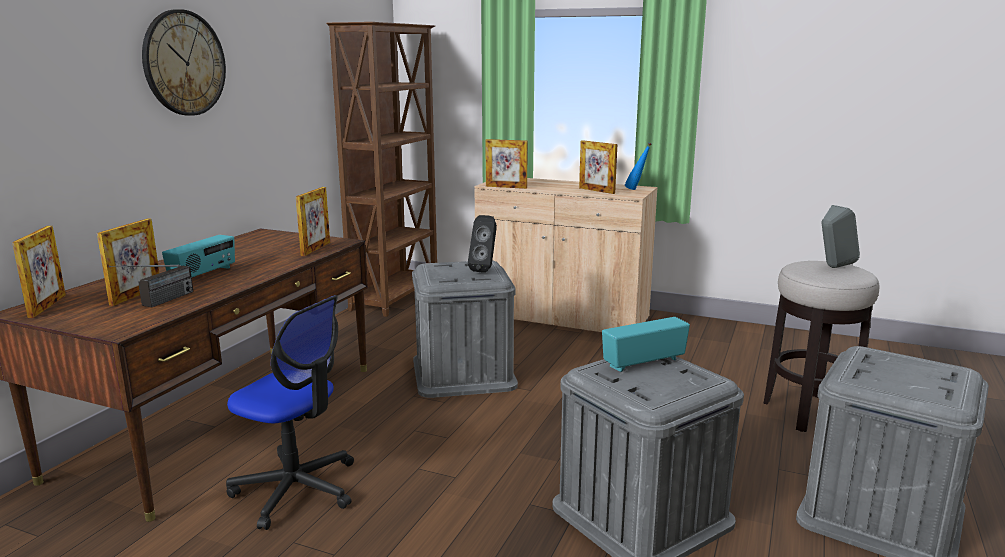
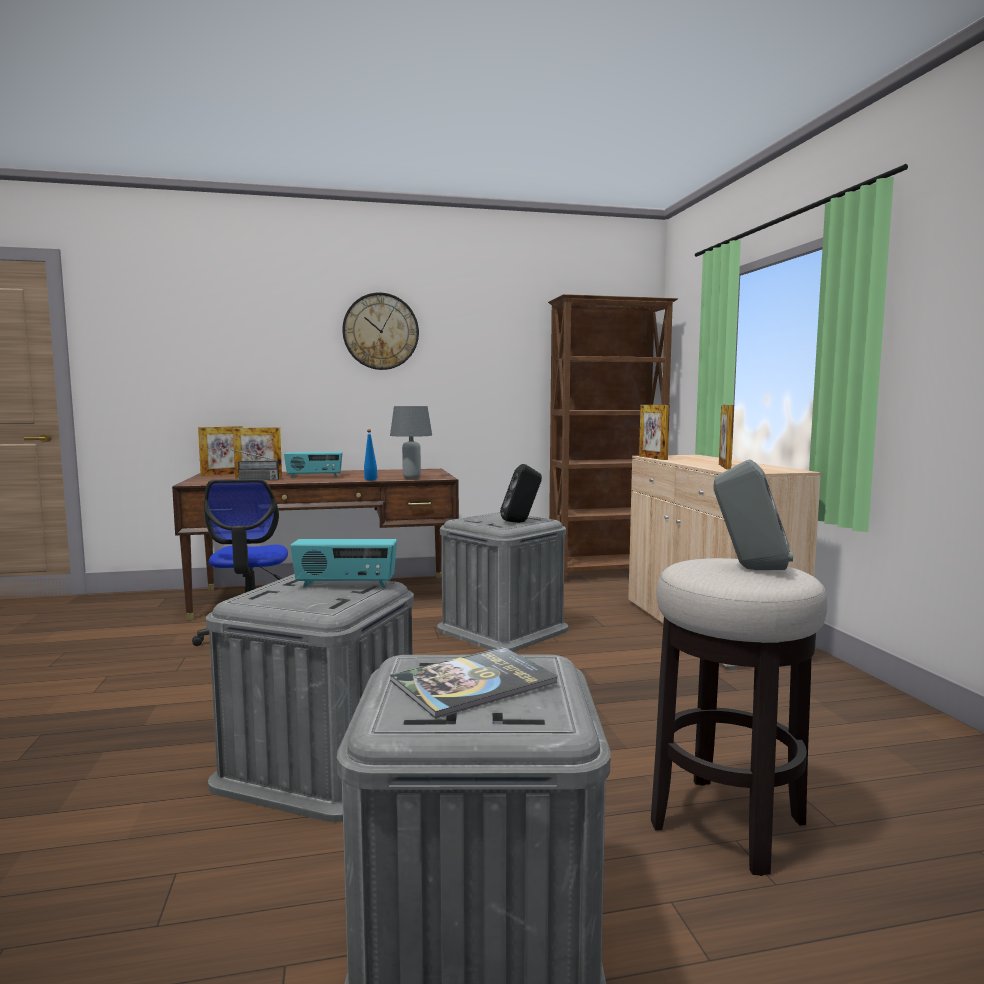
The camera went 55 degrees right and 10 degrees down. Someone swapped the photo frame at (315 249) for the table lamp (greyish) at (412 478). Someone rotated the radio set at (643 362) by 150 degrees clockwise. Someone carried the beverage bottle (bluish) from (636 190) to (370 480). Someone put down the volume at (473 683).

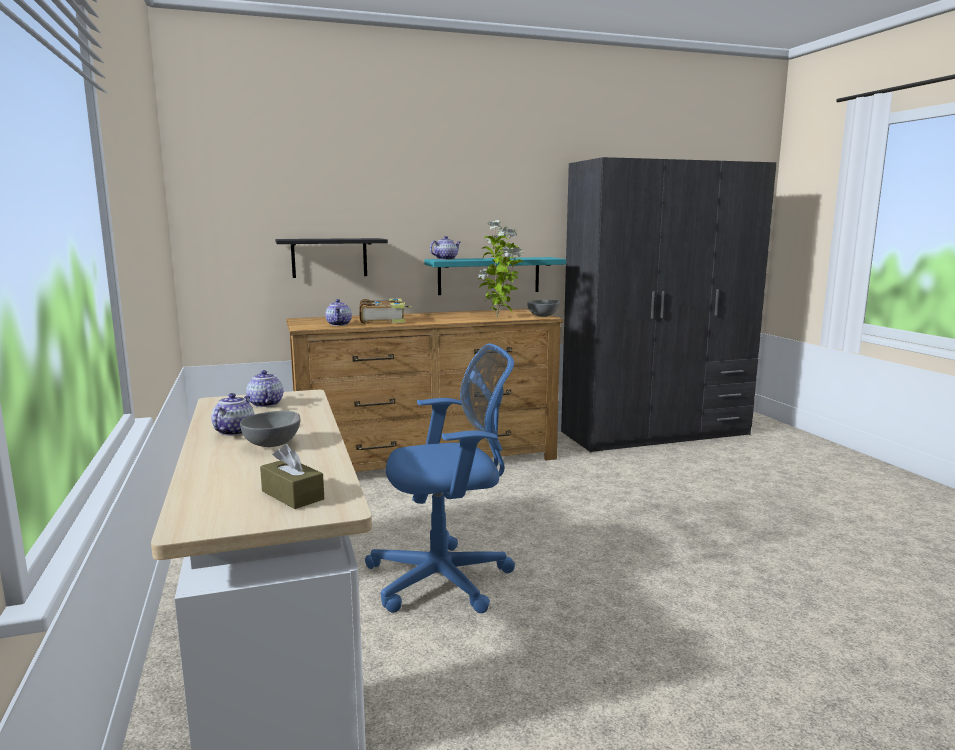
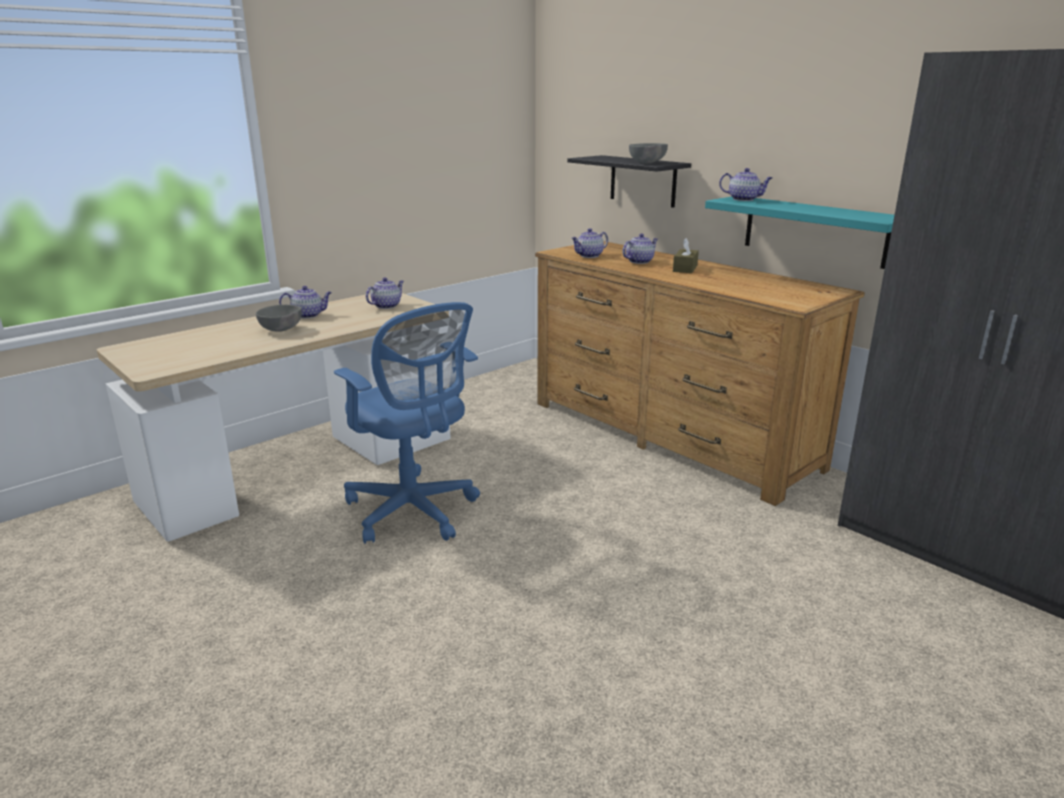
The camera went 65 degrees right and 10 degrees up. Someone carried the tissue box (brownish) from (292 495) to (685 268). Someone swapped the volume at (383 320) for the pot for tea at (639 261). Someone took away the plant in a pot at (498 318). Someone carried the serving bowl (greyish) from (544 316) to (647 163).

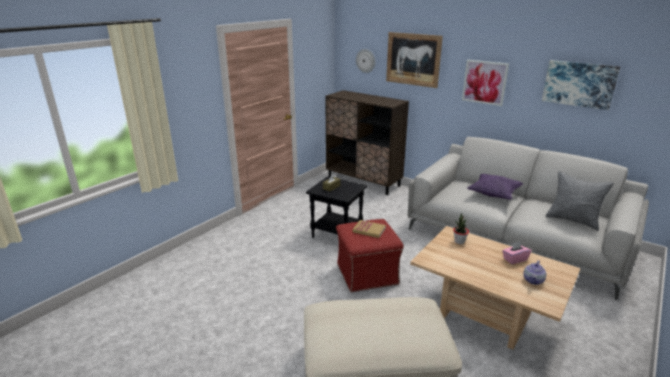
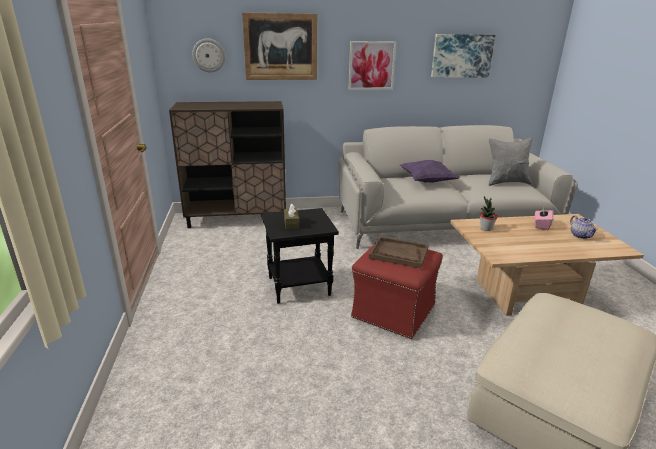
The camera went 45 degrees left and 0 degrees up. Someone swapped the volume at (369 230) for the tray (brownish) at (398 254).

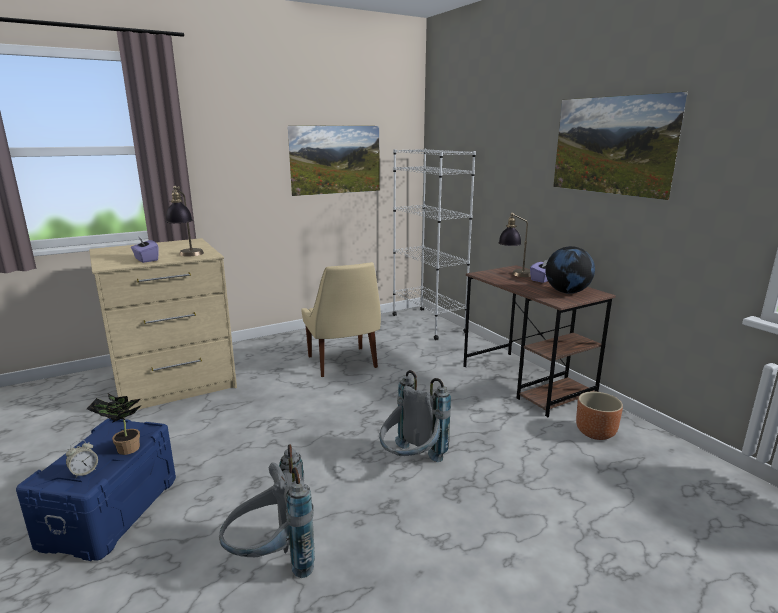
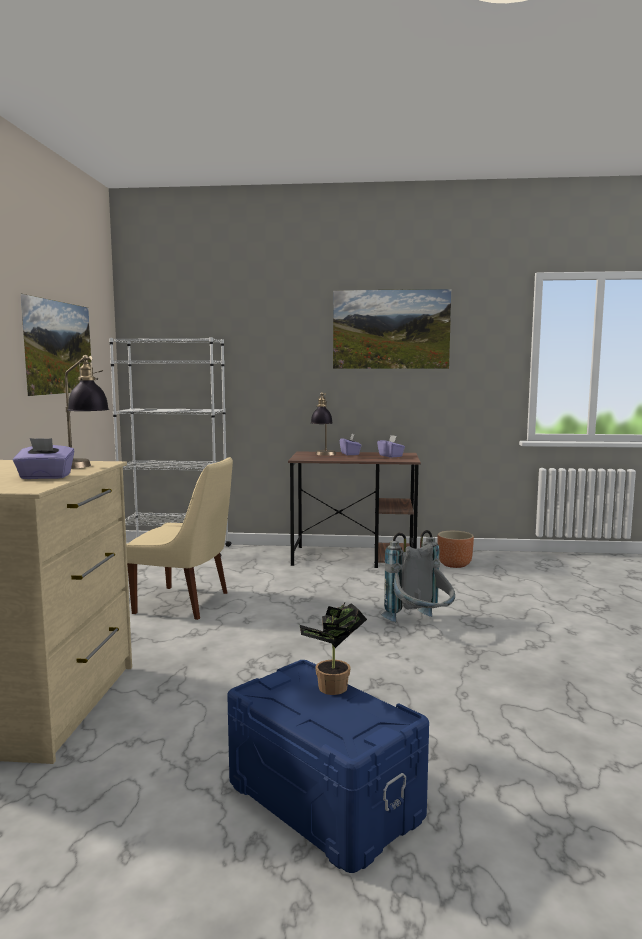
The camera went 55 degrees left and 10 degrees down. Someone took away the alarm clock at (84 472). Someone took away the rucksack (greyish) at (272 561). Someone swapped the world globe at (567 292) for the tissue box (purplish) at (391 456).

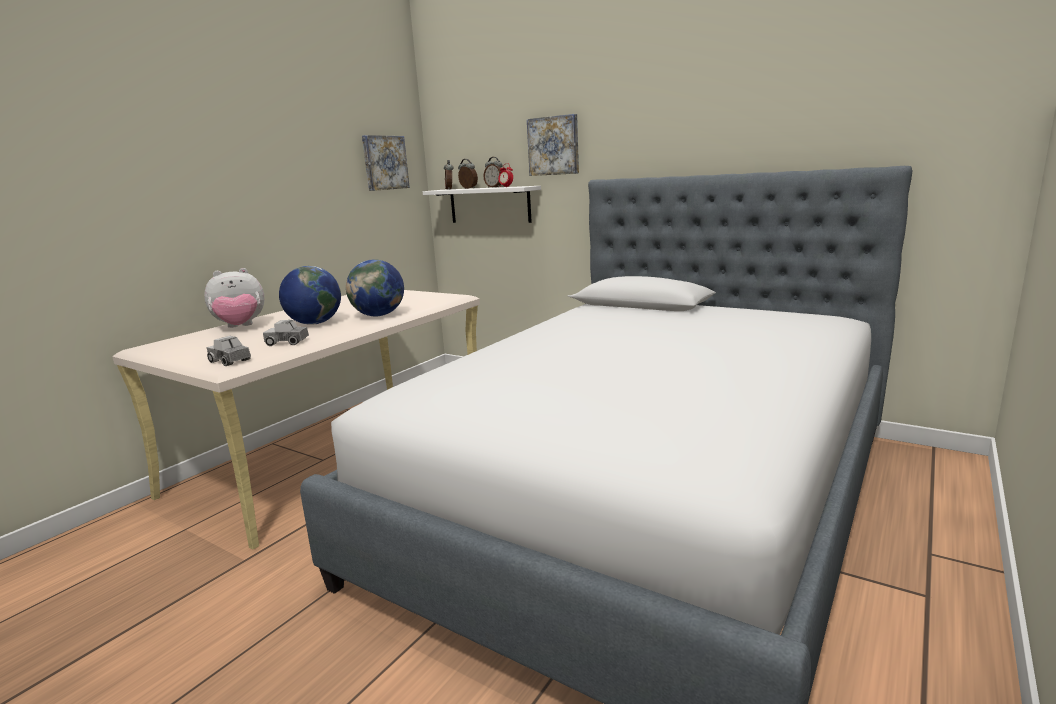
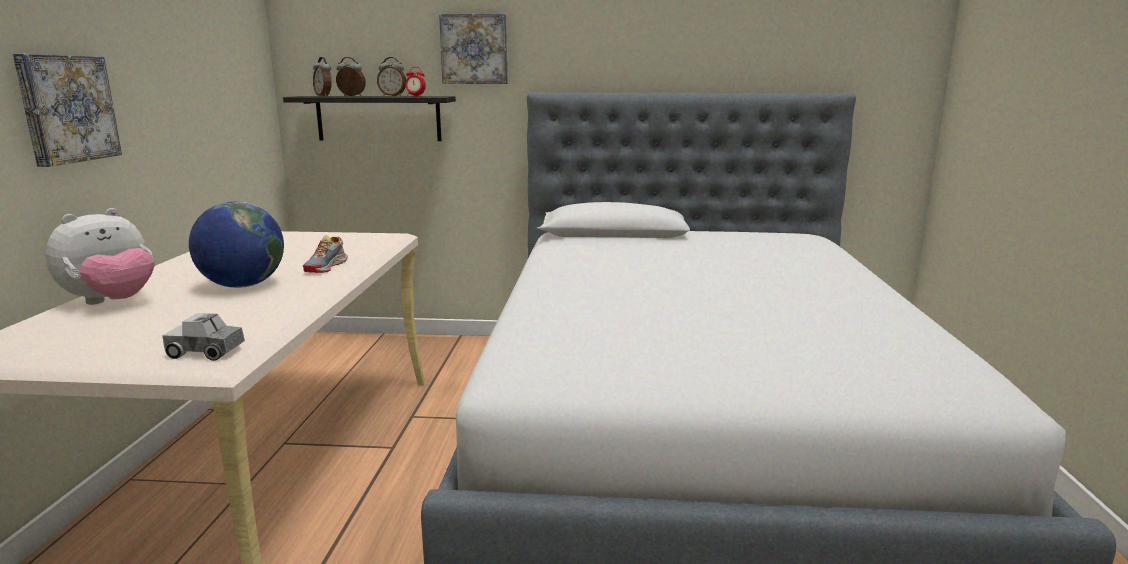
The camera went 30 degrees left and 0 degrees up. Someone took away the model truck at (287 342). Someone swapped the world globe at (379 315) for the item of footwear at (326 267). Someone carried the wall picture from (384 163) to (66 108). Someone repainted the wall shelf (white) at (489 205), which became the wall shelf (blackish) at (378 118).

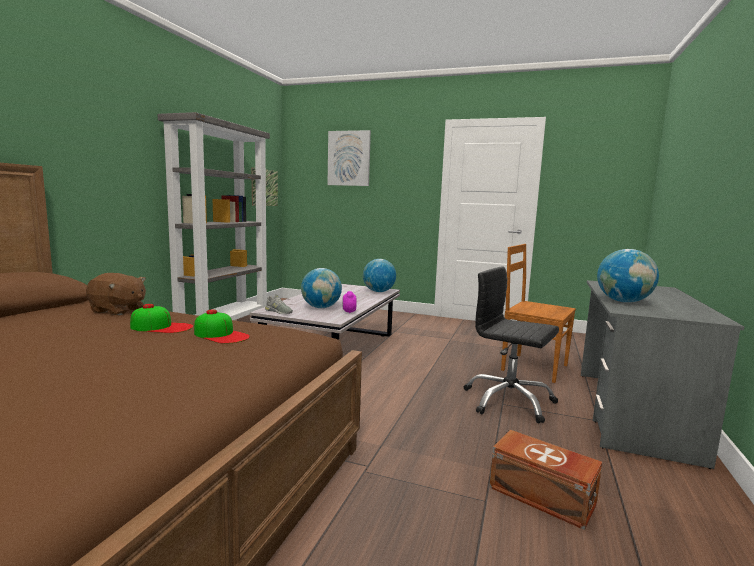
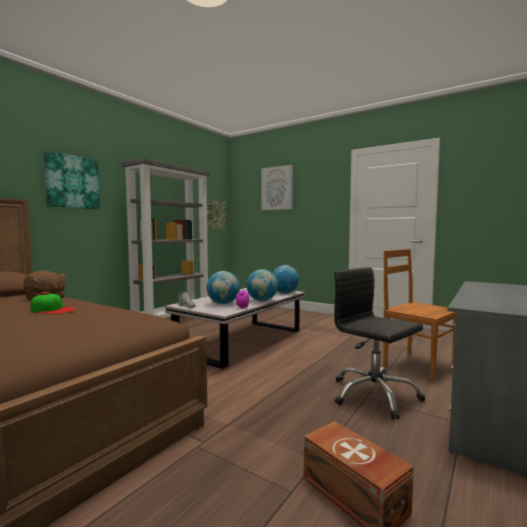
The camera went 15 degrees right and 5 degrees down. Someone took away the cap at (221 335). Someone carried the world globe from (623 302) to (262 300). Someone put up the wall picture at (72 182).

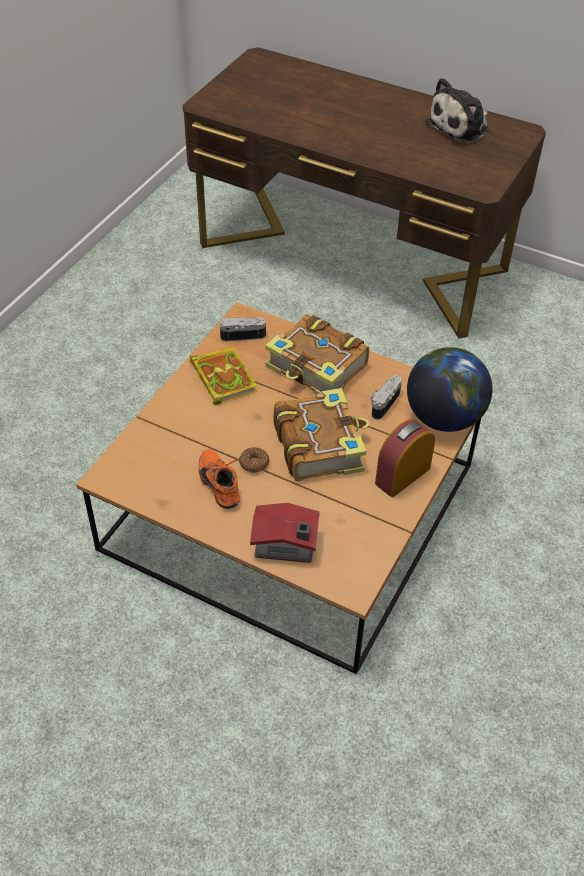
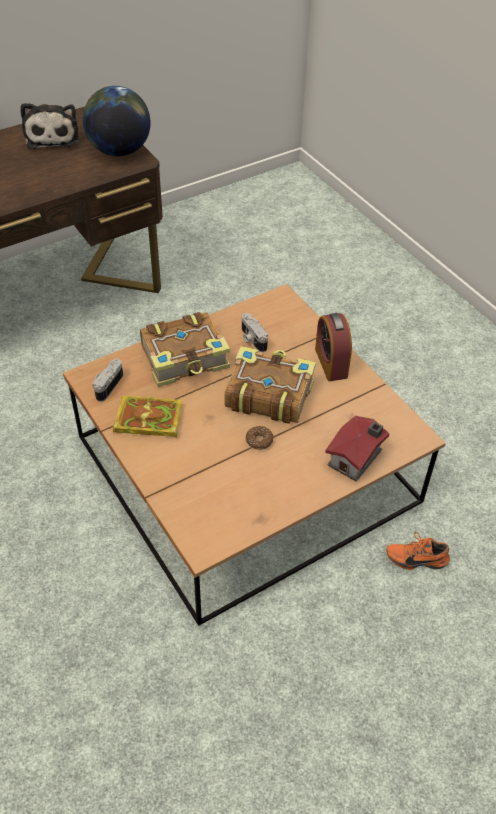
The camera went 60 degrees left and 0 degrees up. Someone carried the item of footwear (orange) from (221 484) to (416 558). Someone carried the world globe from (444 417) to (119 151).

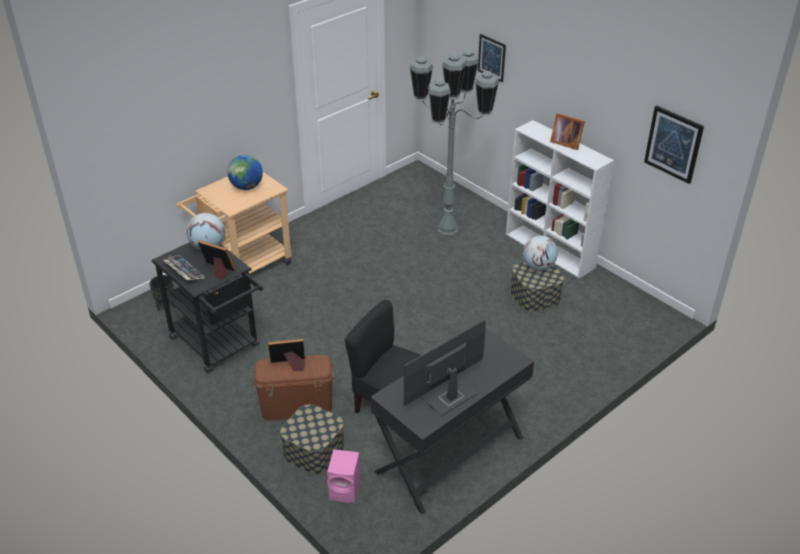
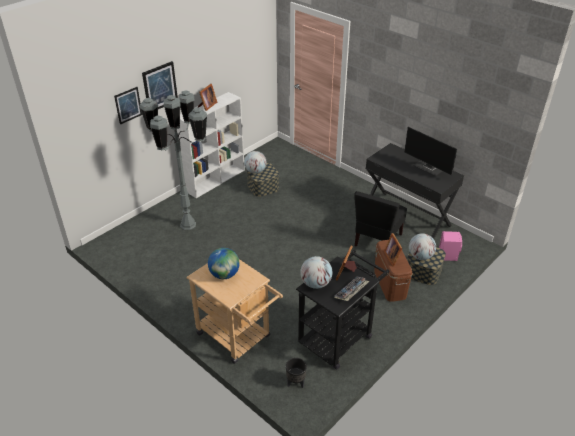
The camera went 95 degrees left and 0 degrees up. Someone carried the wall picture from (673 144) to (160 87). Someone put down the world globe at (420 256).

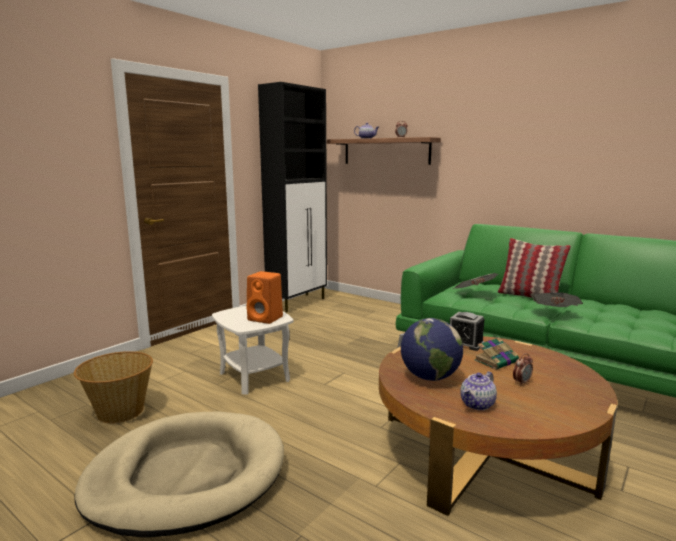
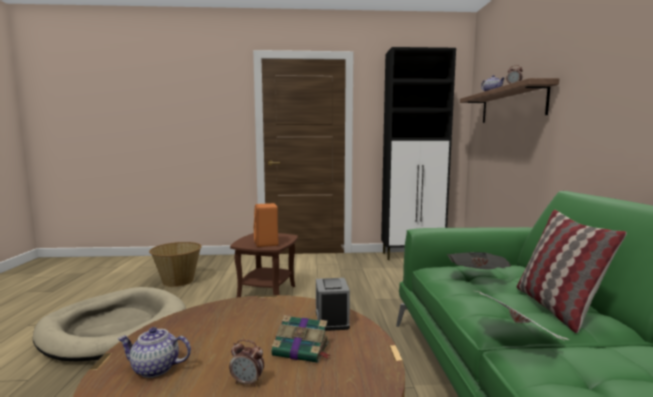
The camera went 50 degrees right and 5 degrees down. Someone repainted the end table (white) at (254 376), which became the end table (brownish) at (267 292). Someone took away the world globe at (430 377).

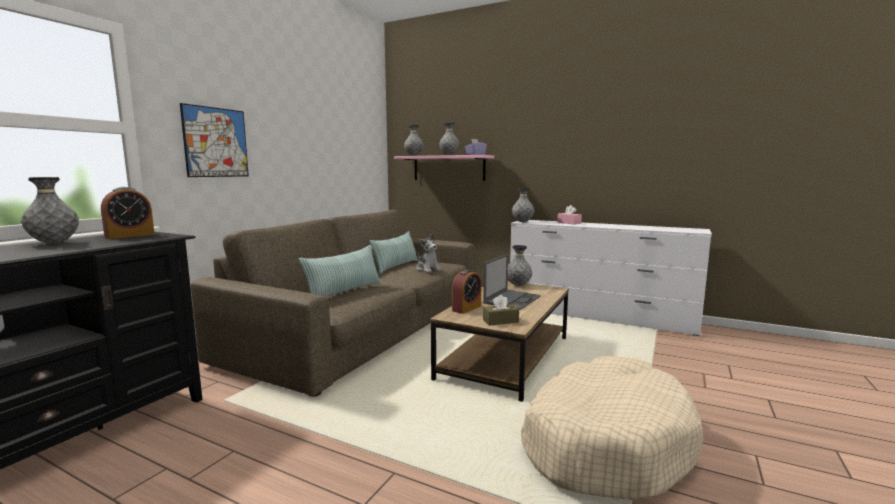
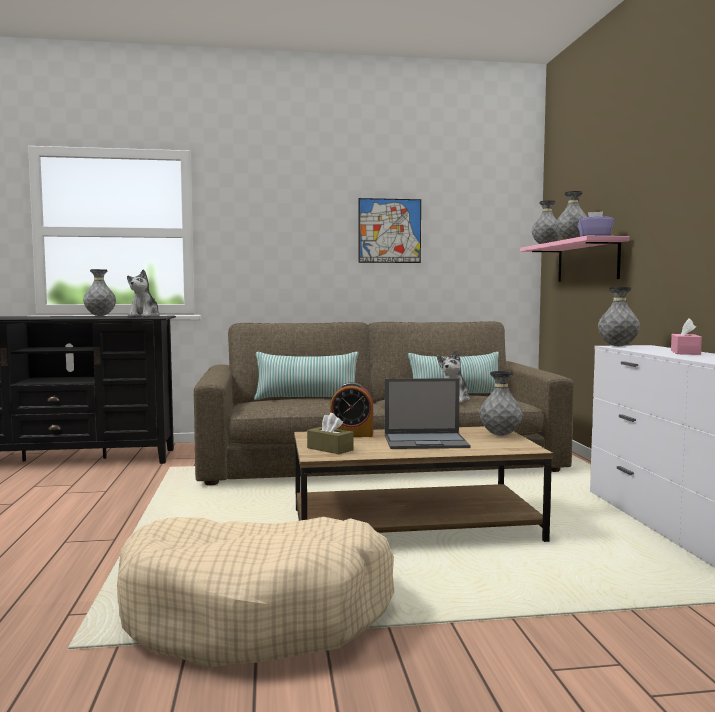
The camera went 55 degrees right and 5 degrees down. Someone swapped the alarm clock at (130 236) for the plush toy at (144 316). Someone carried the wall picture from (216 142) to (389 231).

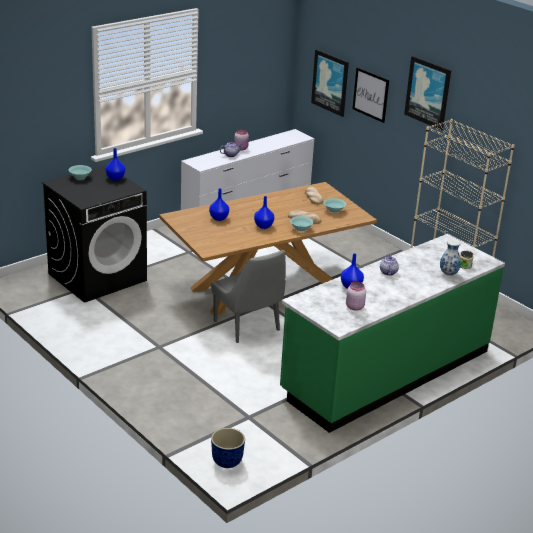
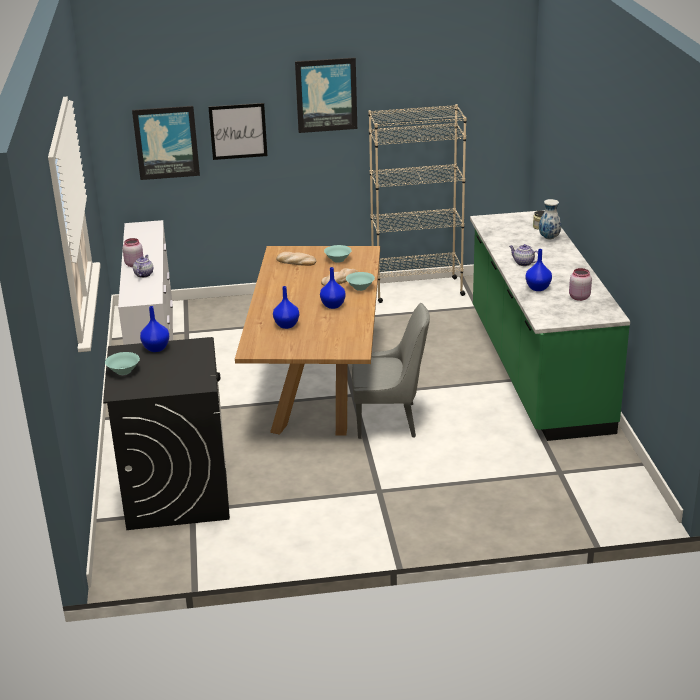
The camera went 55 degrees left and 0 degrees up. Someone took away the planter at (226 462).

